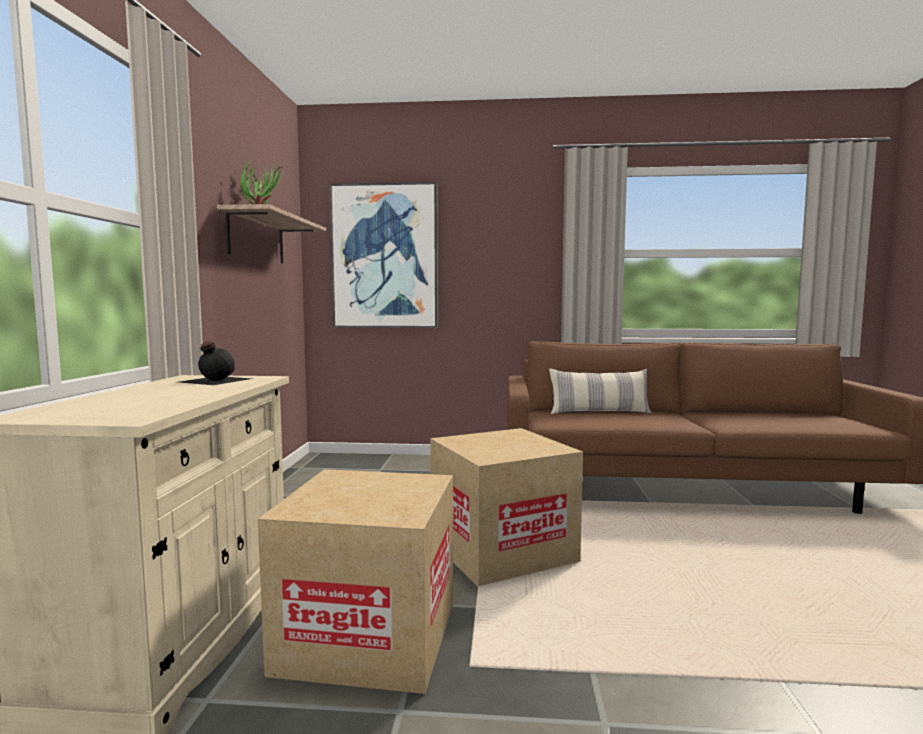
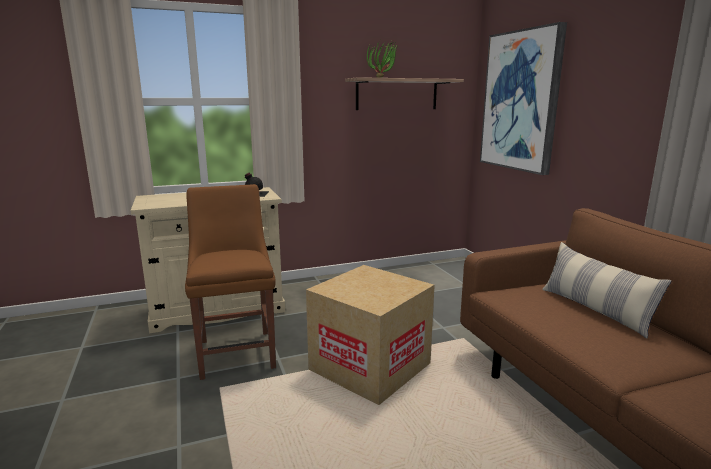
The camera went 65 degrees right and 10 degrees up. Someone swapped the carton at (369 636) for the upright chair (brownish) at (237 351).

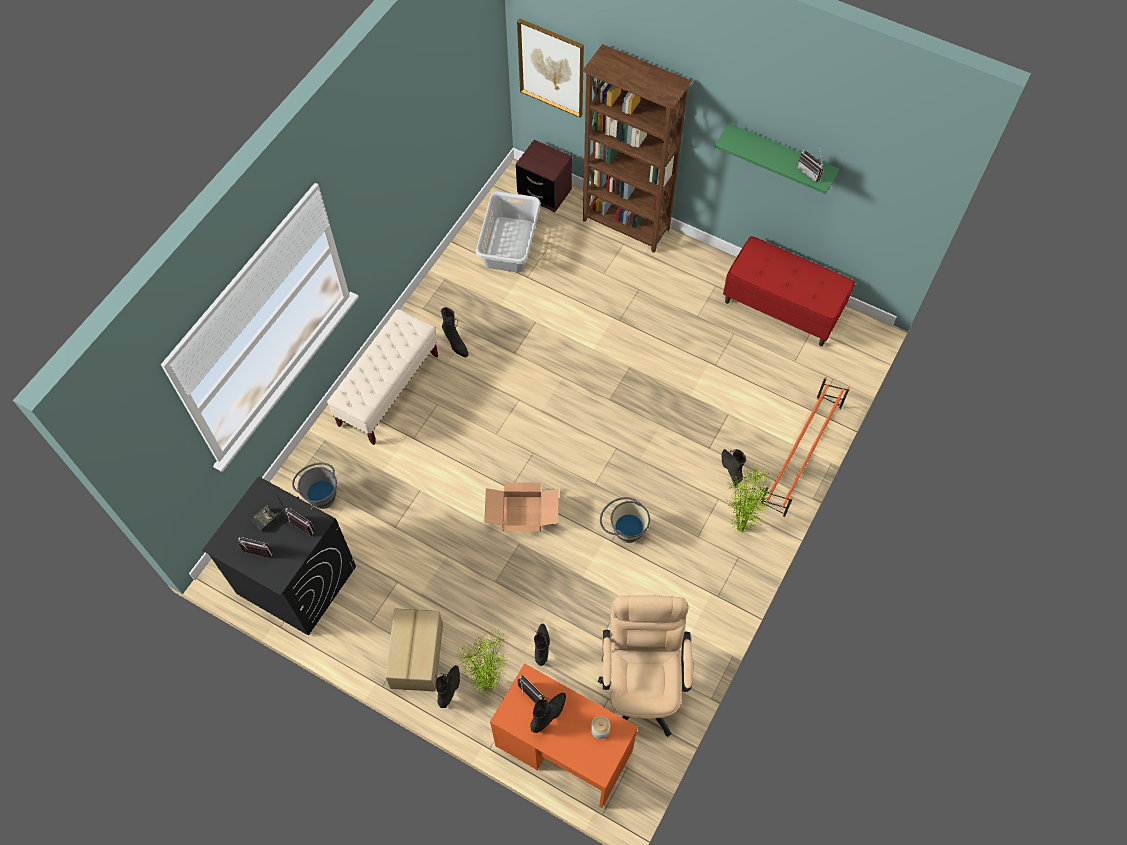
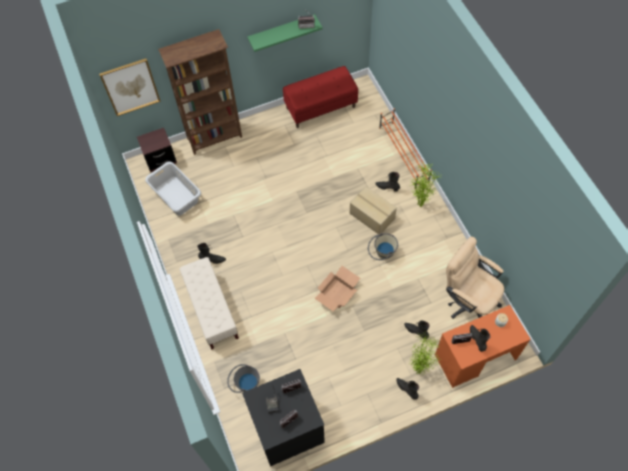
The camera went 50 degrees left and 0 degrees up. Someone carried the carton from (416 656) to (372 216).

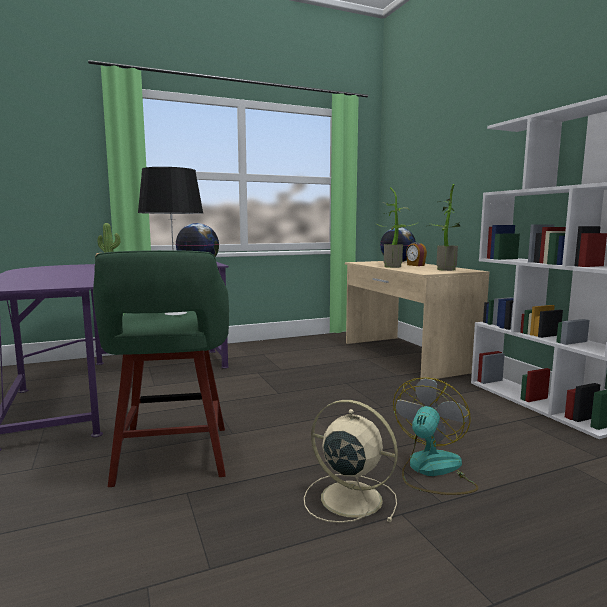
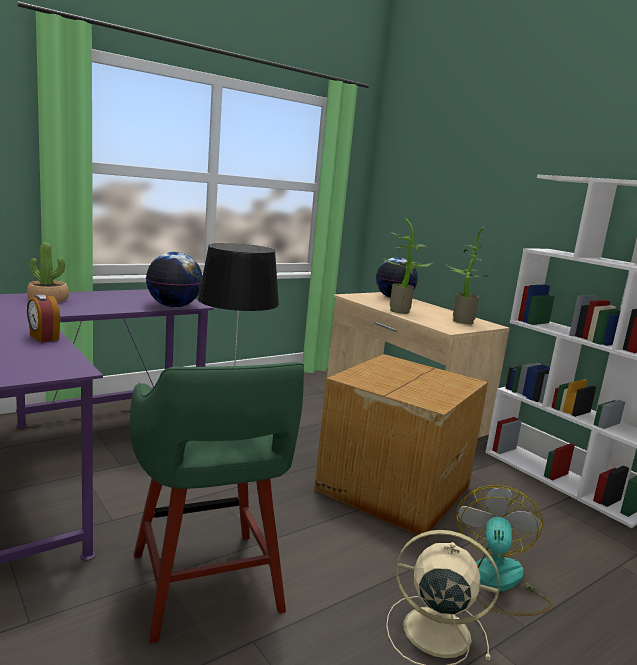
The camera went 15 degrees left and 5 degrees up. Someone carried the alarm clock from (415 265) to (43 337). Someone put down the carton at (391 488).

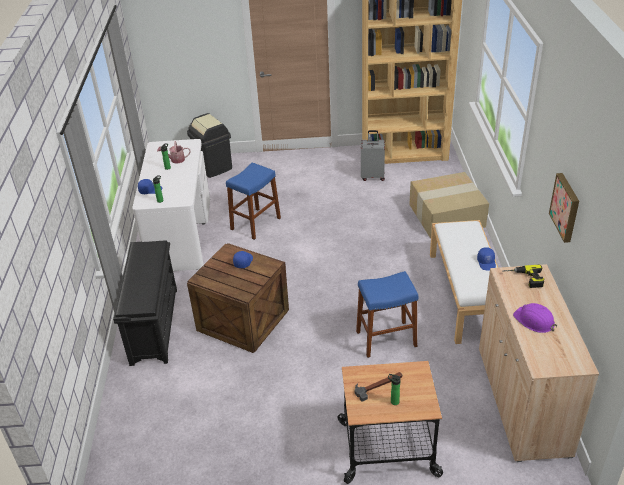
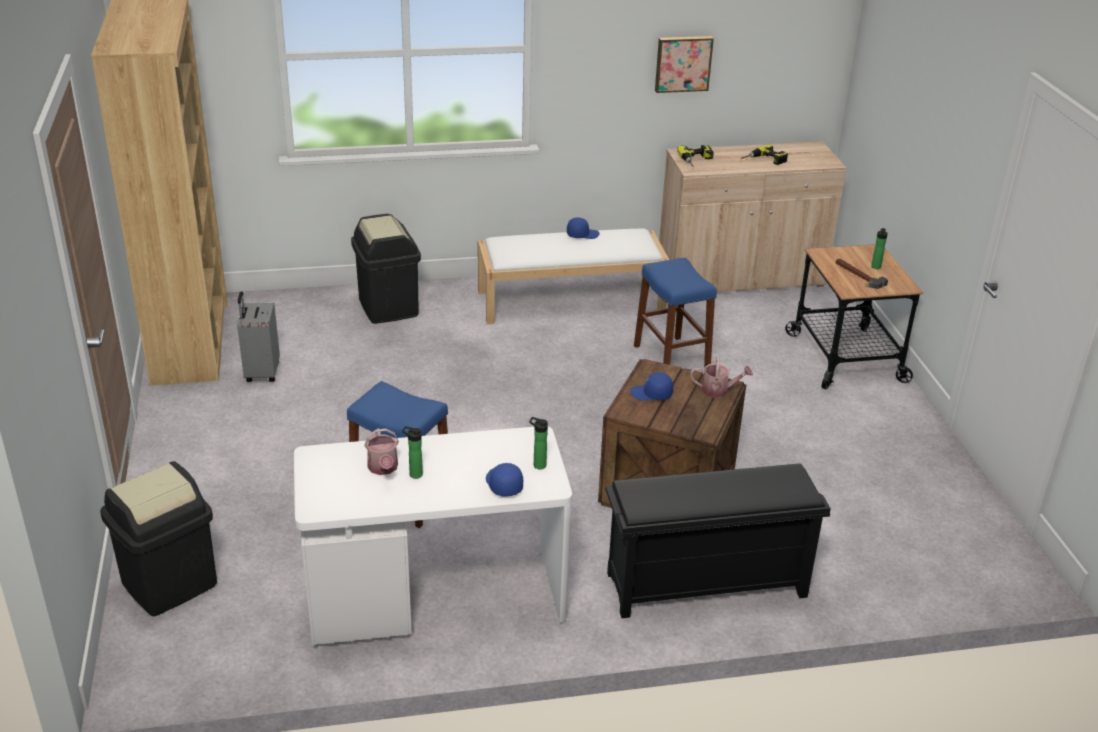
The camera went 100 degrees left and 5 degrees down. Someone swapped the carton at (447 215) for the rubbish bin (blackish) at (387 307). Someone swapped the work helmet (purplish) at (534 321) for the power drill at (764 160). Someone put down the sprinkling can at (719 390).

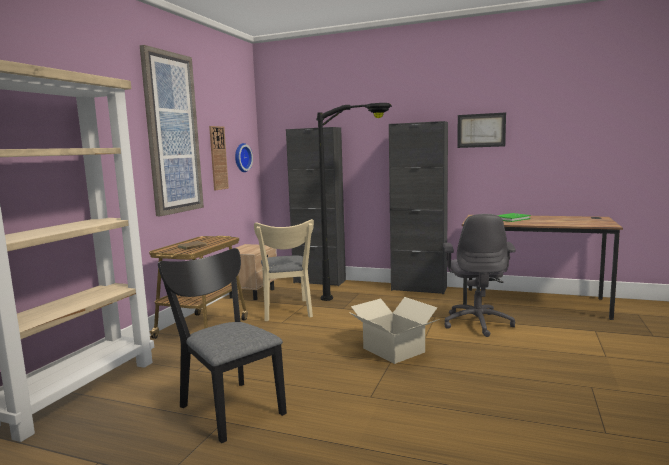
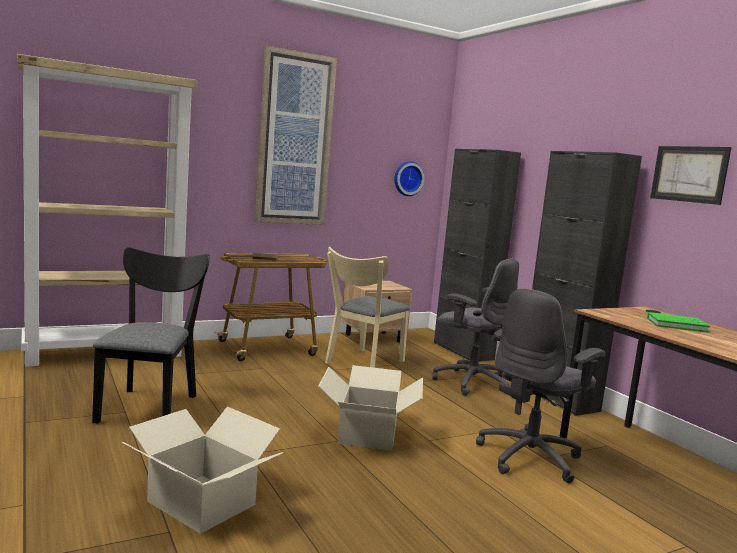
The camera went 40 degrees right and 0 degrees up. Someone took away the wall clock at (218 158). Someone swapped the standing lamp (blackish) at (366 297) for the office chair (greyish) at (471 382). Someone put down the carton at (202 502).

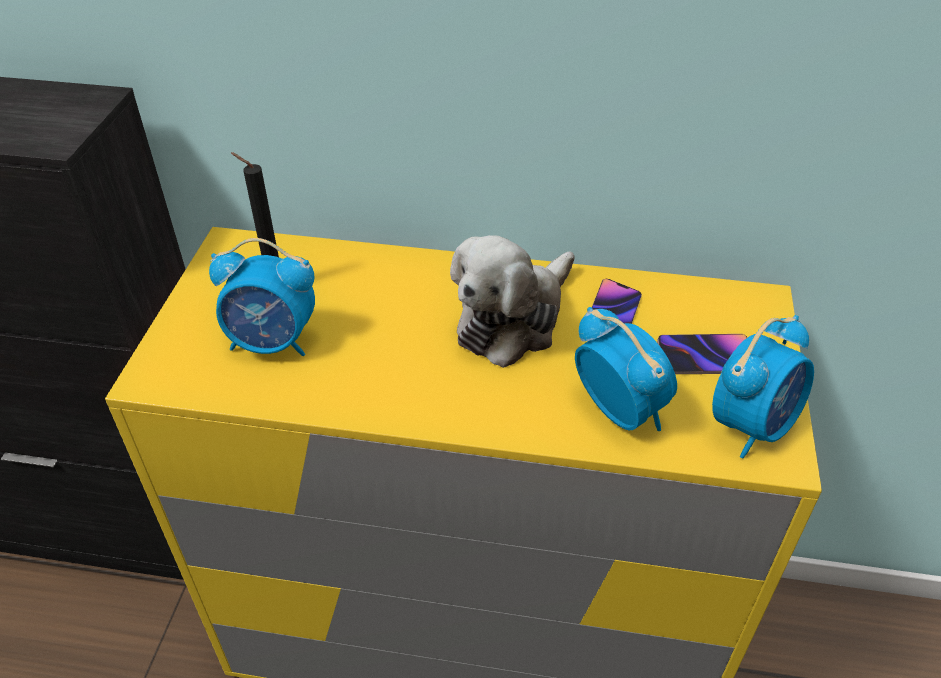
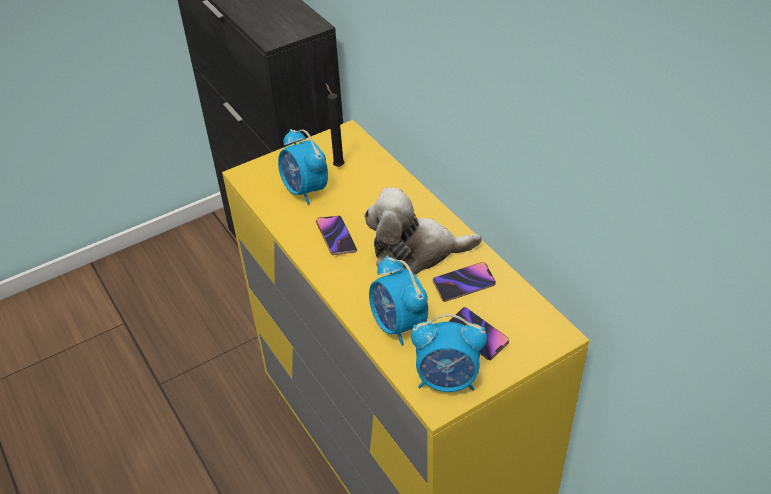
The camera went 50 degrees right and 0 degrees up. Someone rotated the alarm clock at (619 410) by 135 degrees clockwise. Someone put down the phone at (336 237).

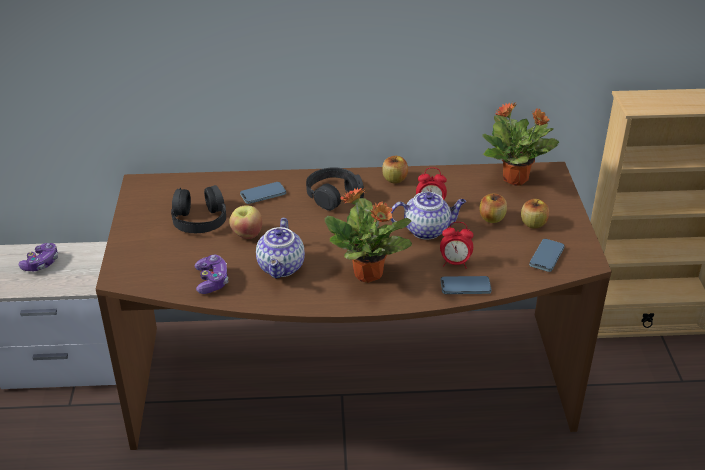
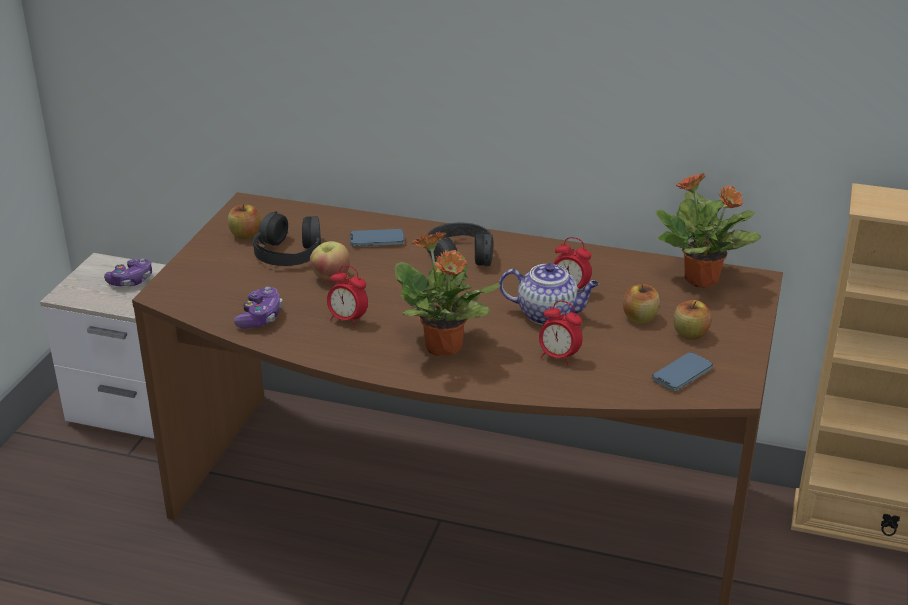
The camera went 20 degrees right and 5 degrees down. Someone swapped the pot for tea at (282 267) for the alarm clock at (347 320). Someone carried the apple from (394 179) to (245 235). Someone took away the phone at (465 287).

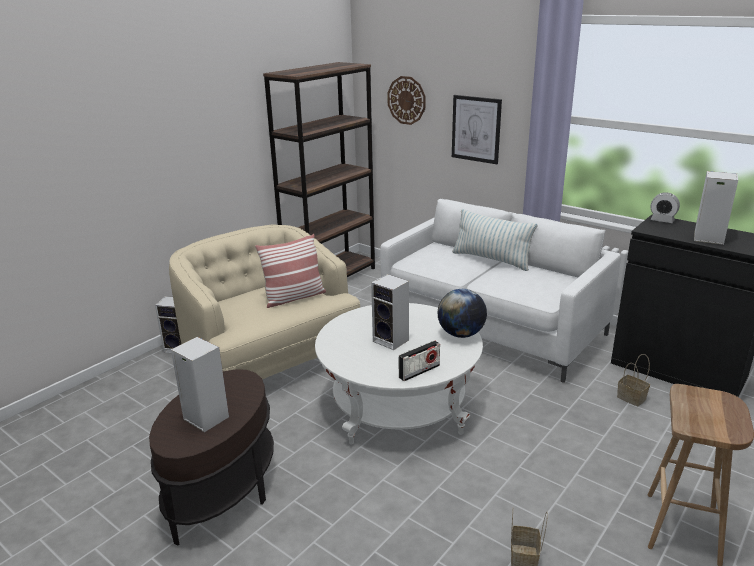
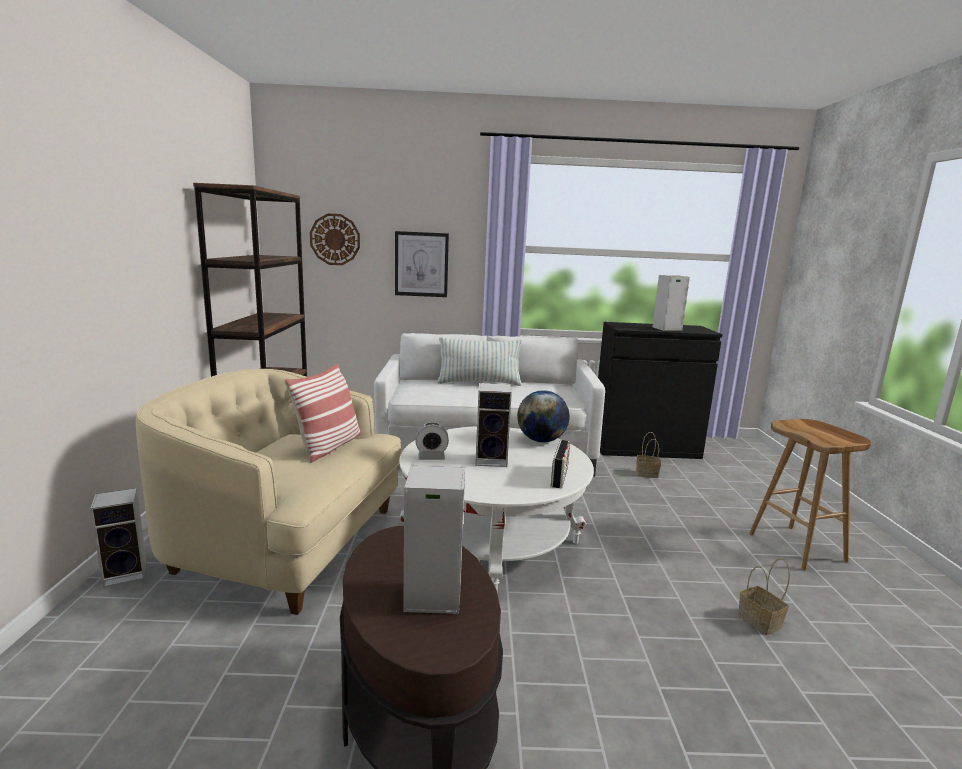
The camera went 40 degrees left and 10 degrees down. Someone carried the alarm clock from (662 220) to (431 457).

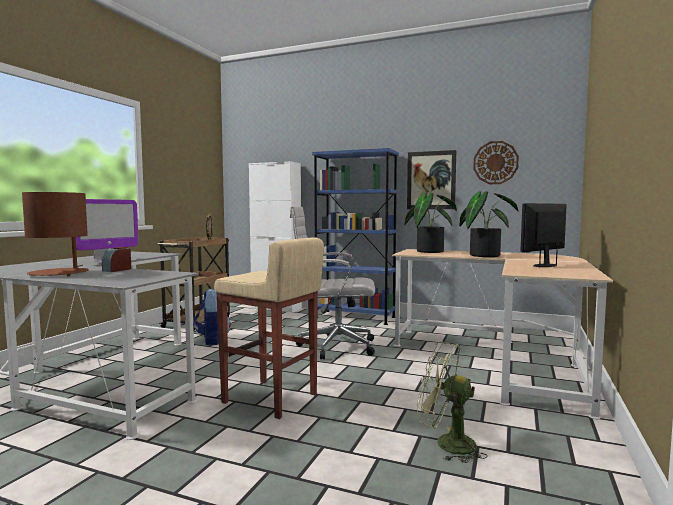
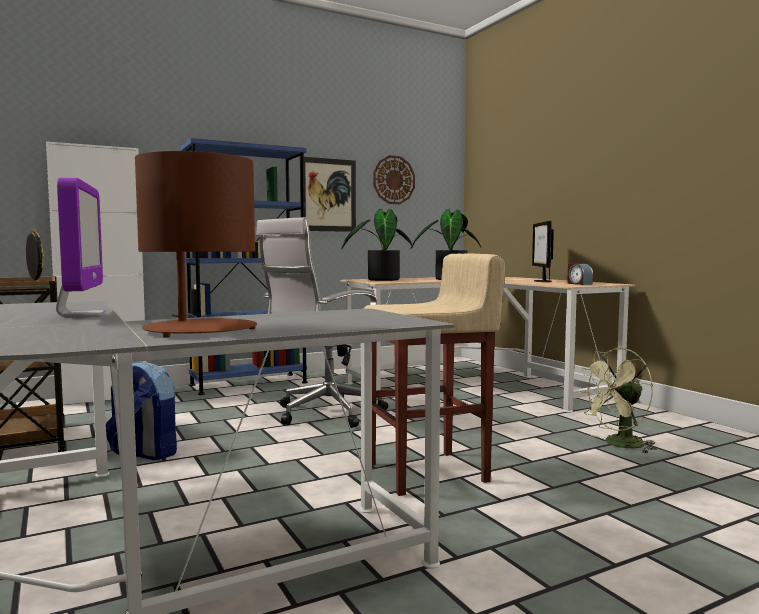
The camera went 50 degrees left and 0 degrees up. Someone carried the alarm clock from (117 270) to (579 284).

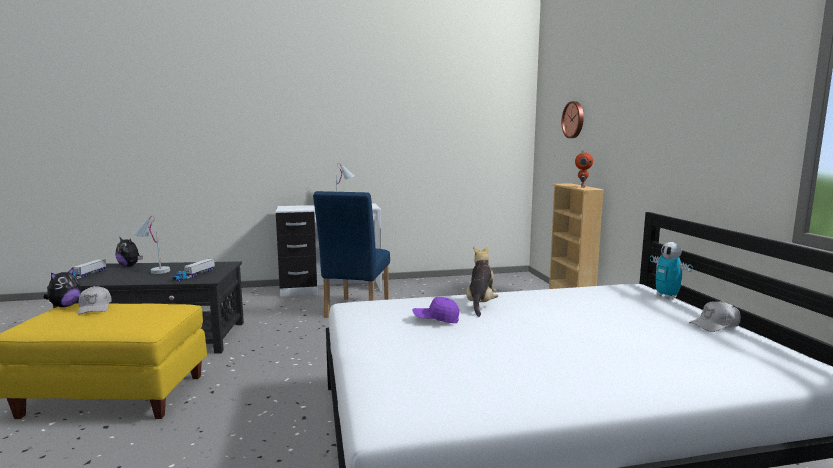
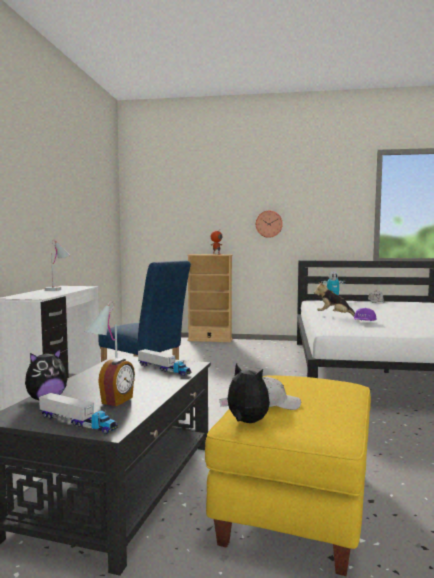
The camera went 70 degrees left and 5 degrees down. Someone carried the wall clock from (574 119) to (269 224). Someone put down the alarm clock at (118 400).

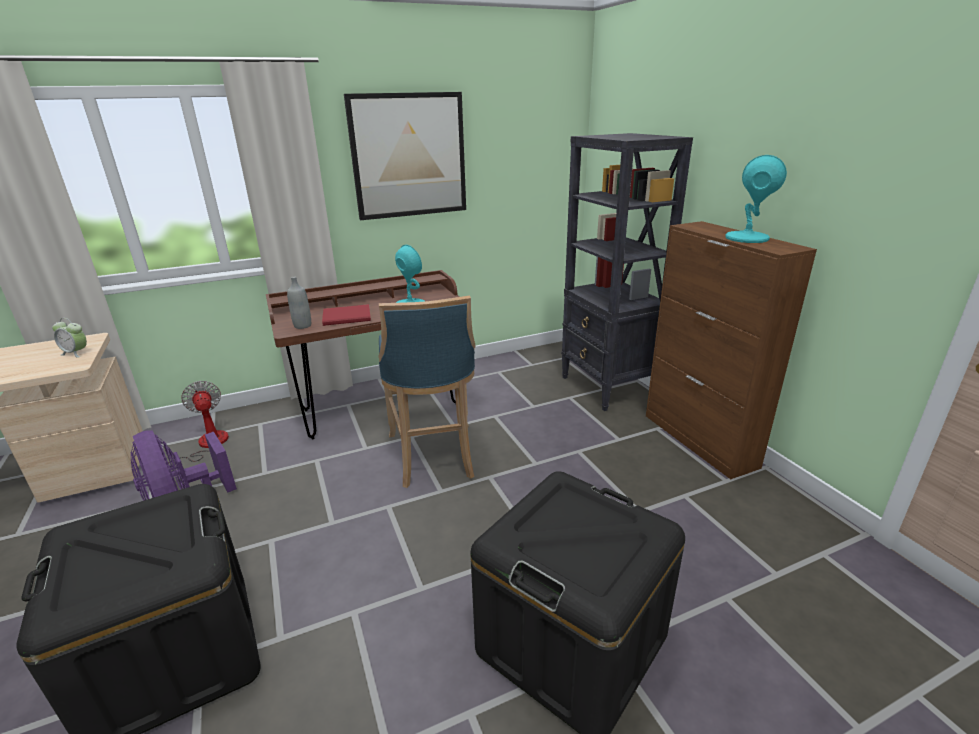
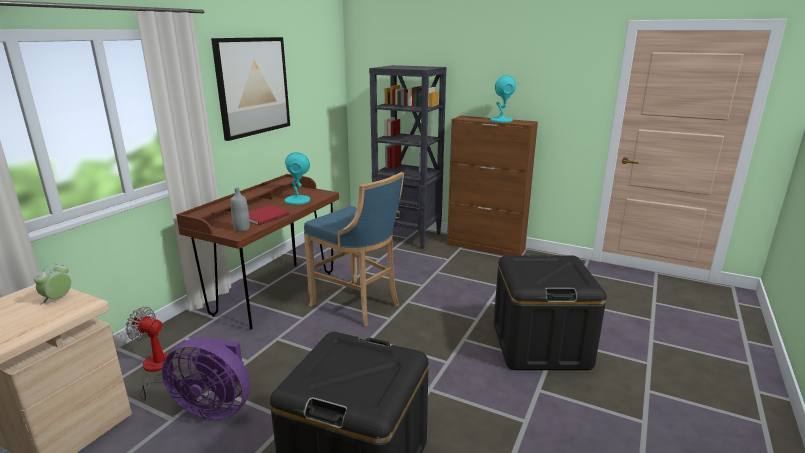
The camera went 40 degrees left and 5 degrees down. Someone rotated the alarm clock at (76 353) by 135 degrees clockwise.

